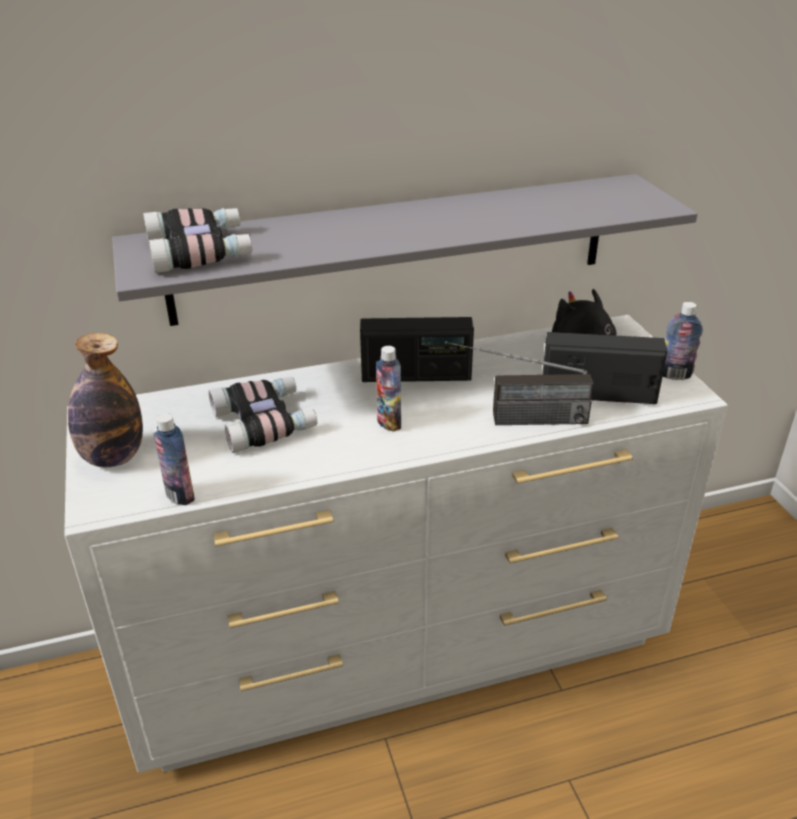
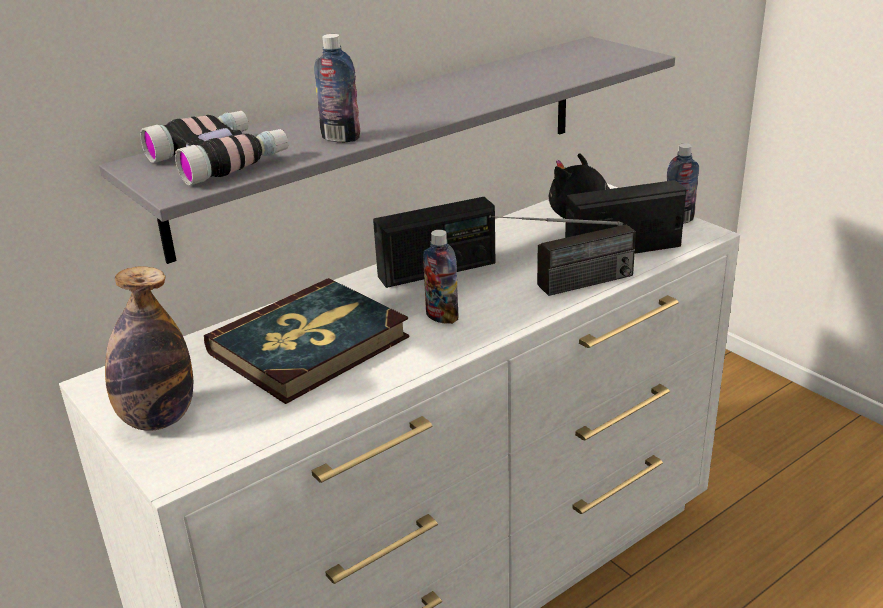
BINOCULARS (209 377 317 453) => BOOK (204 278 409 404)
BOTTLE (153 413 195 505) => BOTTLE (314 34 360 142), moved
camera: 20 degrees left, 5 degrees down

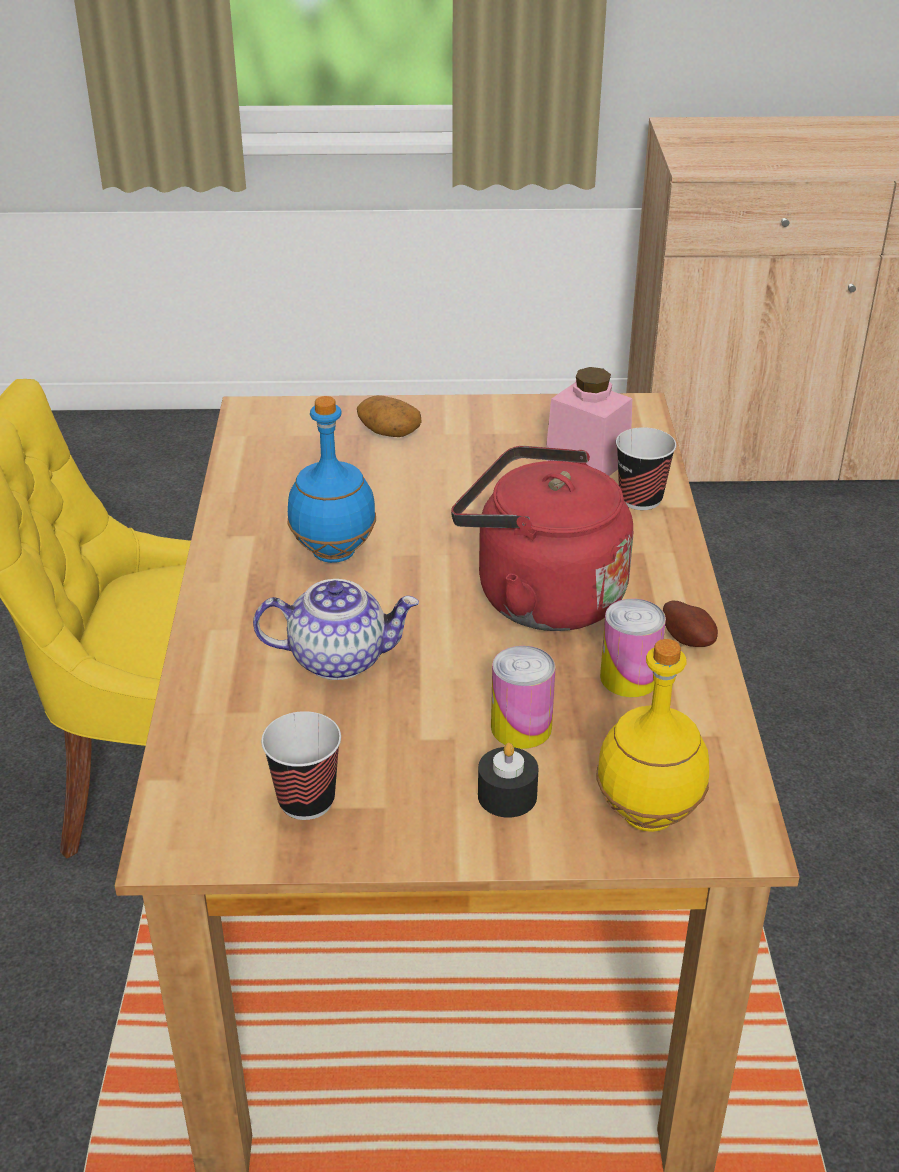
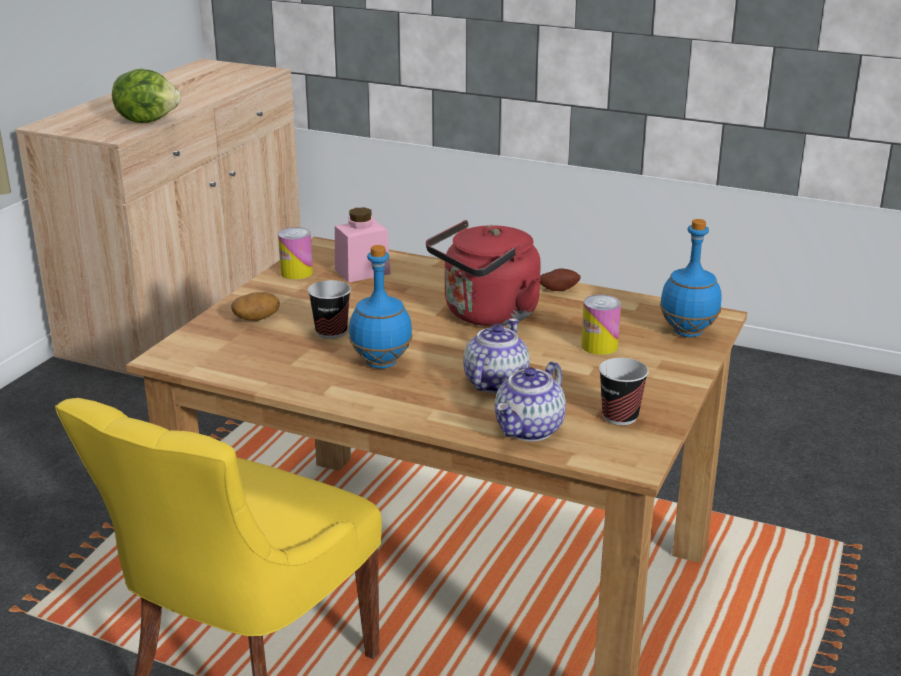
nothing => LETTUCE (112 68 181 123)
CAN (600 599 666 697) => CAN (278 227 313 280), moved
CUP (616 427 676 510) => CUP (308 280 351 339), moved
nothing => TEAPOT (495 361 566 441)
YELLOW BOTTLE (596 639 709 832) => BLUE BOTTLE (660 219 722 337)
BLACK CANDLE (478 743 538 818) => nothing
camera: 65 degrees left, 10 degrees down

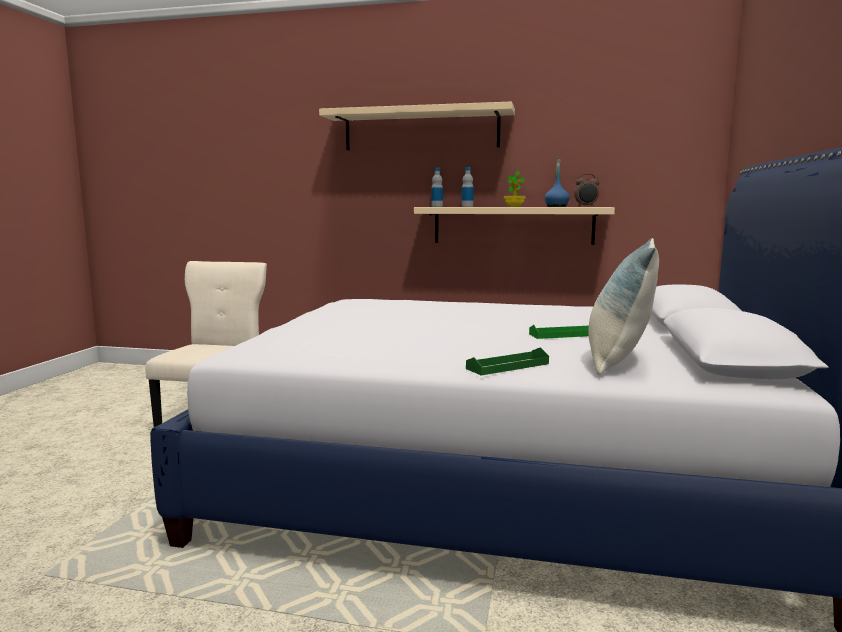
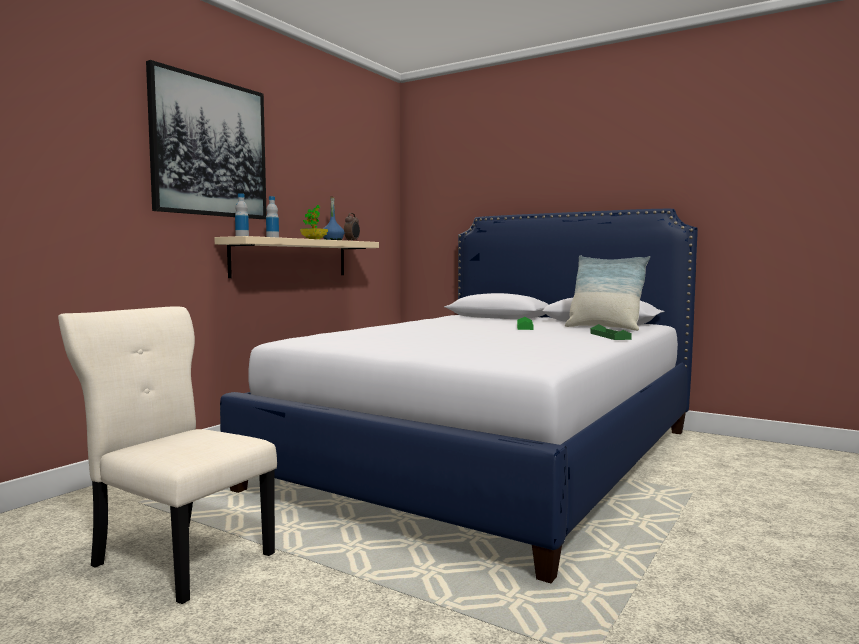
BEIGE SHELF (319 101 515 150) => PICTURE (146 60 267 219)
camera: 70 degrees left, 5 degrees down

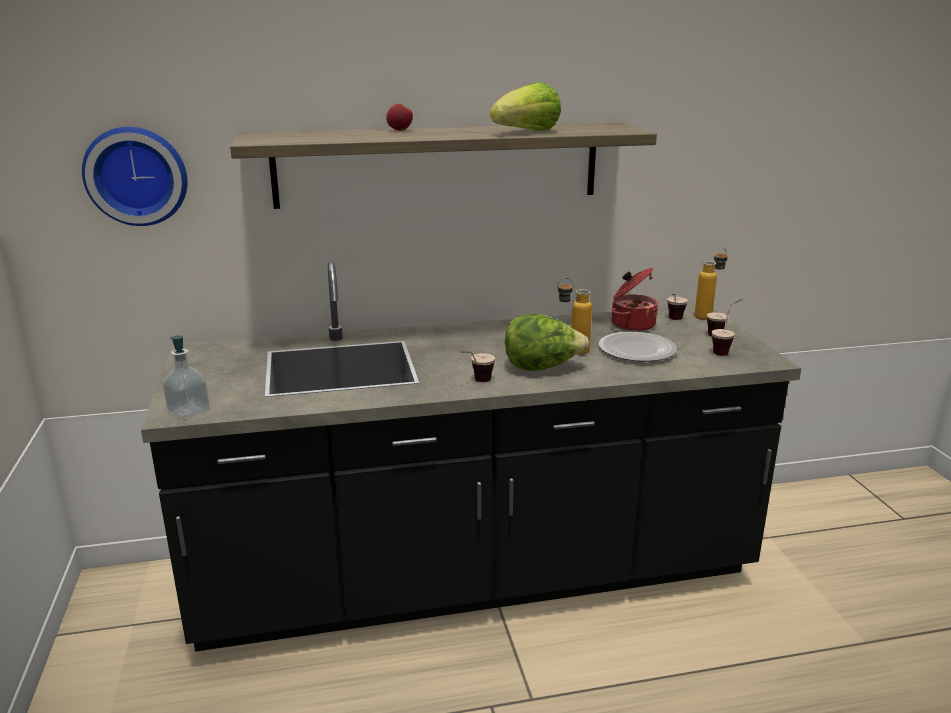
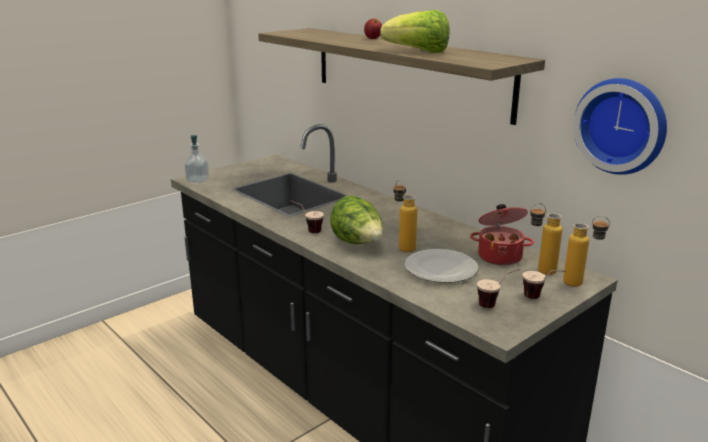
CUP (667 294 688 320) => BOTTLE (530 203 562 275)
WALL CLOCK (82 127 187 226) => WALL CLOCK (573 78 667 175), moved
camera: 60 degrees right, 0 degrees up

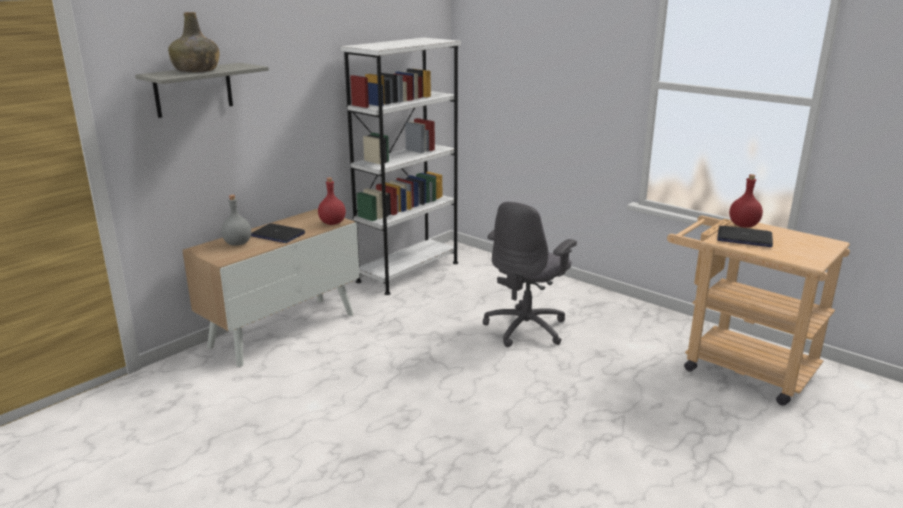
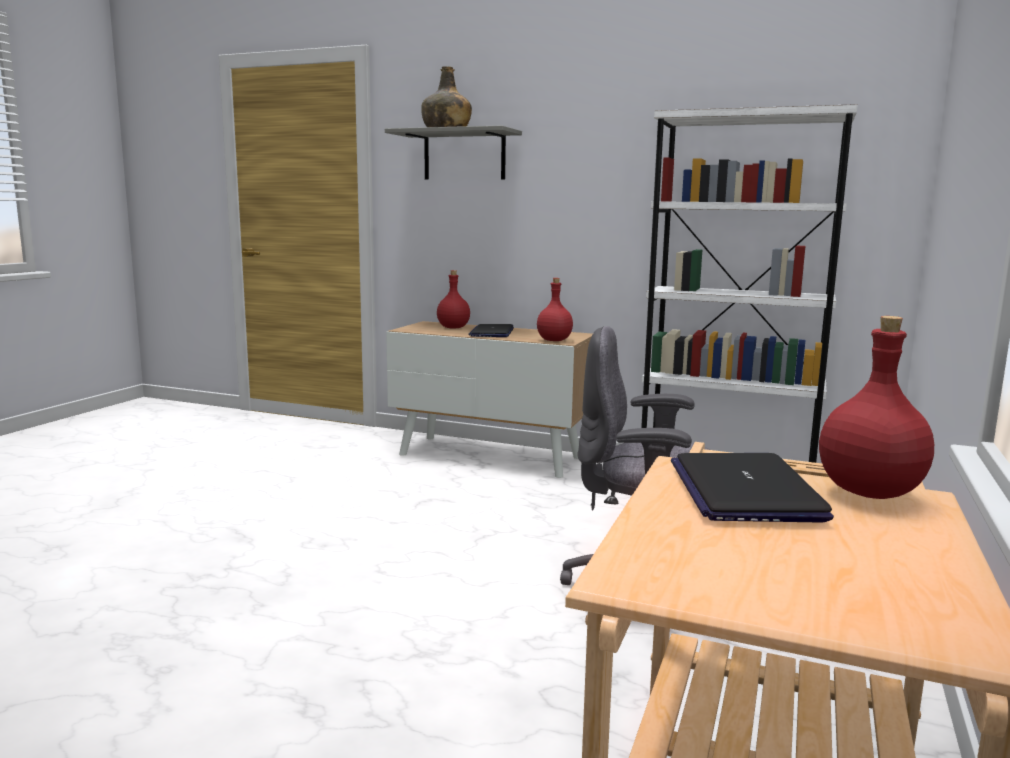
GREY BOTTLE (221 195 251 246) => RED BOTTLE (437 270 470 329)
camera: 70 degrees right, 10 degrees down

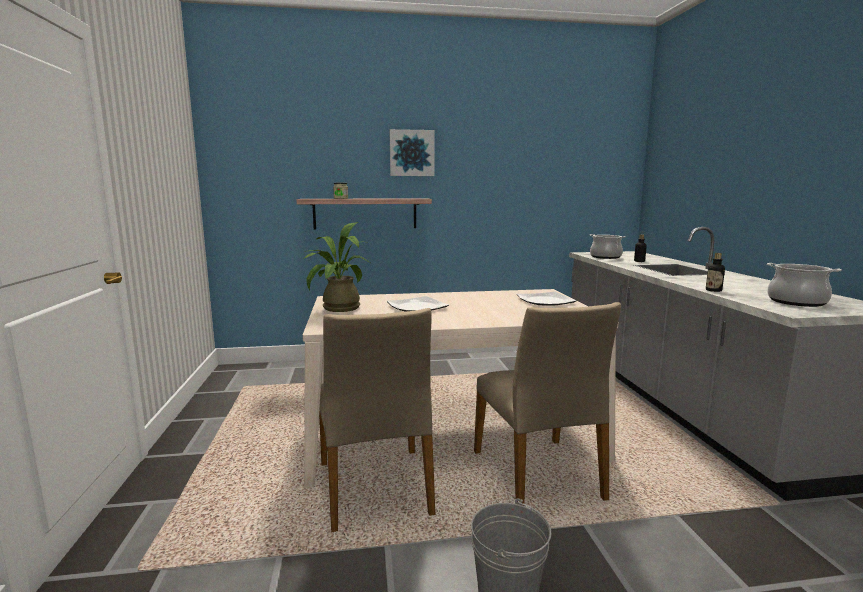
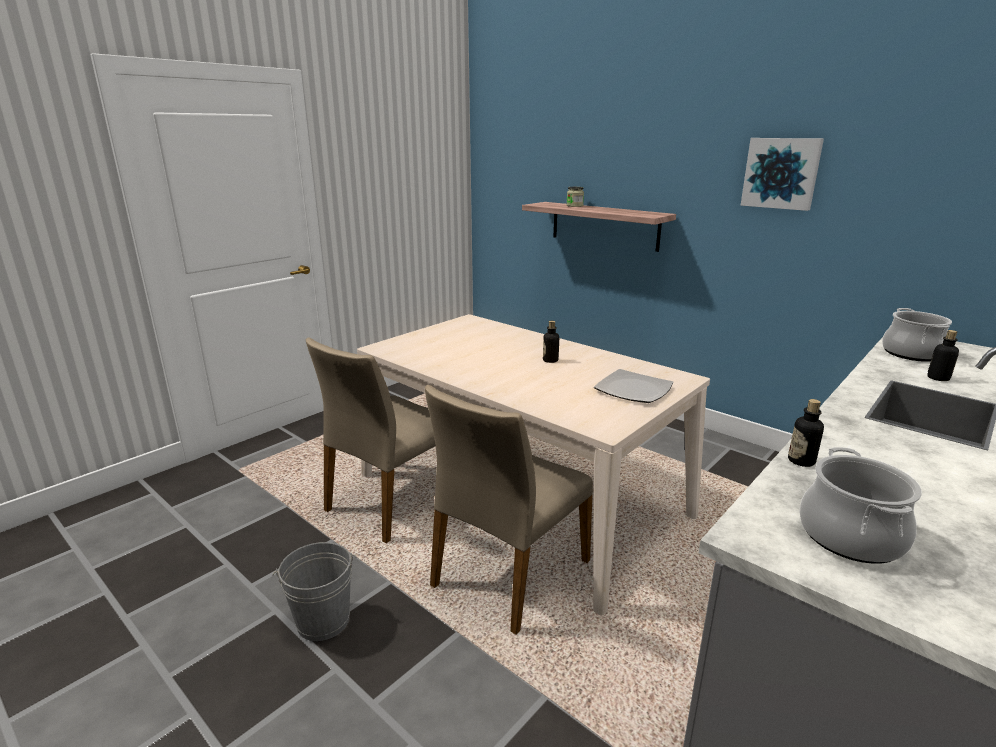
nothing => BOTTLE (543 321 559 363)
PICTURE (390 129 435 176) => PICTURE (740 138 824 211), moved
POTTED PLANT (303 222 370 312) => nothing
PLATE (387 296 449 312) => nothing
camera: 50 degrees right, 10 degrees up

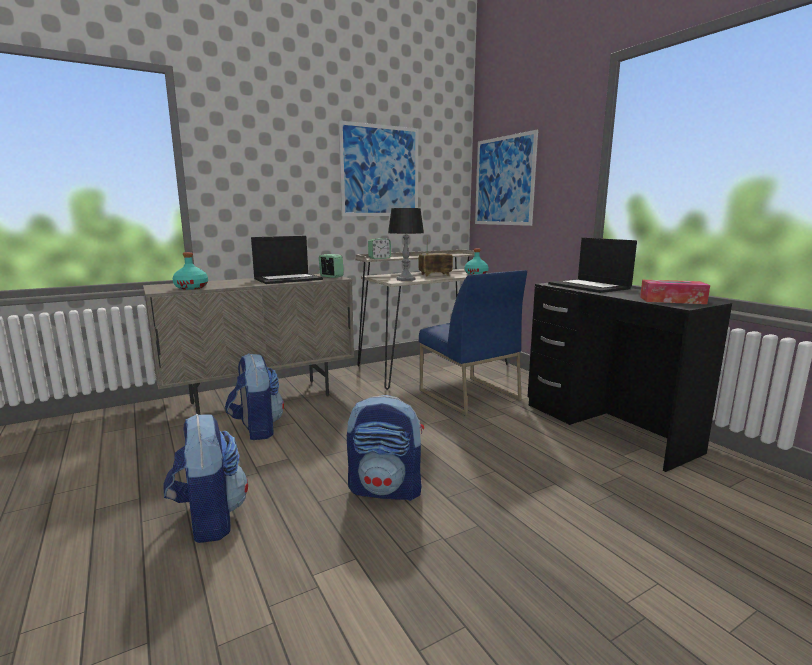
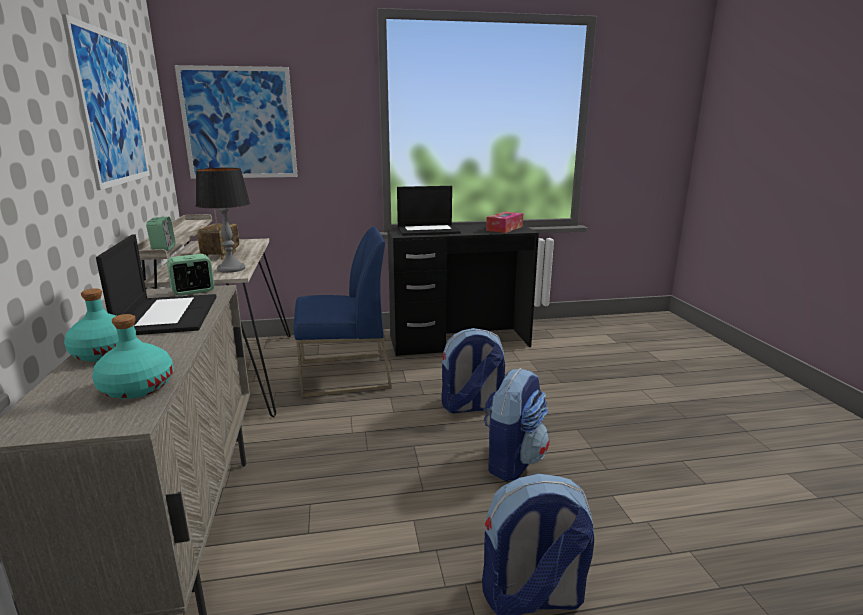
TURQUOISE BOTTLE (465 249 489 275) => TURQUOISE BOTTLE (64 288 137 362), moved
BACKPACK (225 353 284 440) => BACKPACK (441 328 505 414), moved
camera: 70 degrees left, 5 degrees up

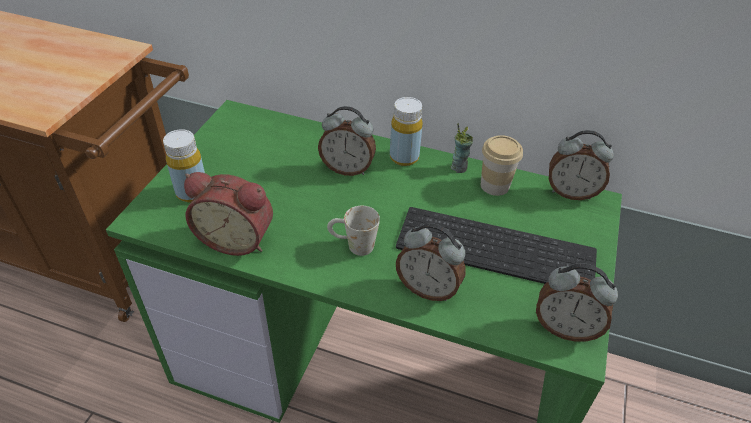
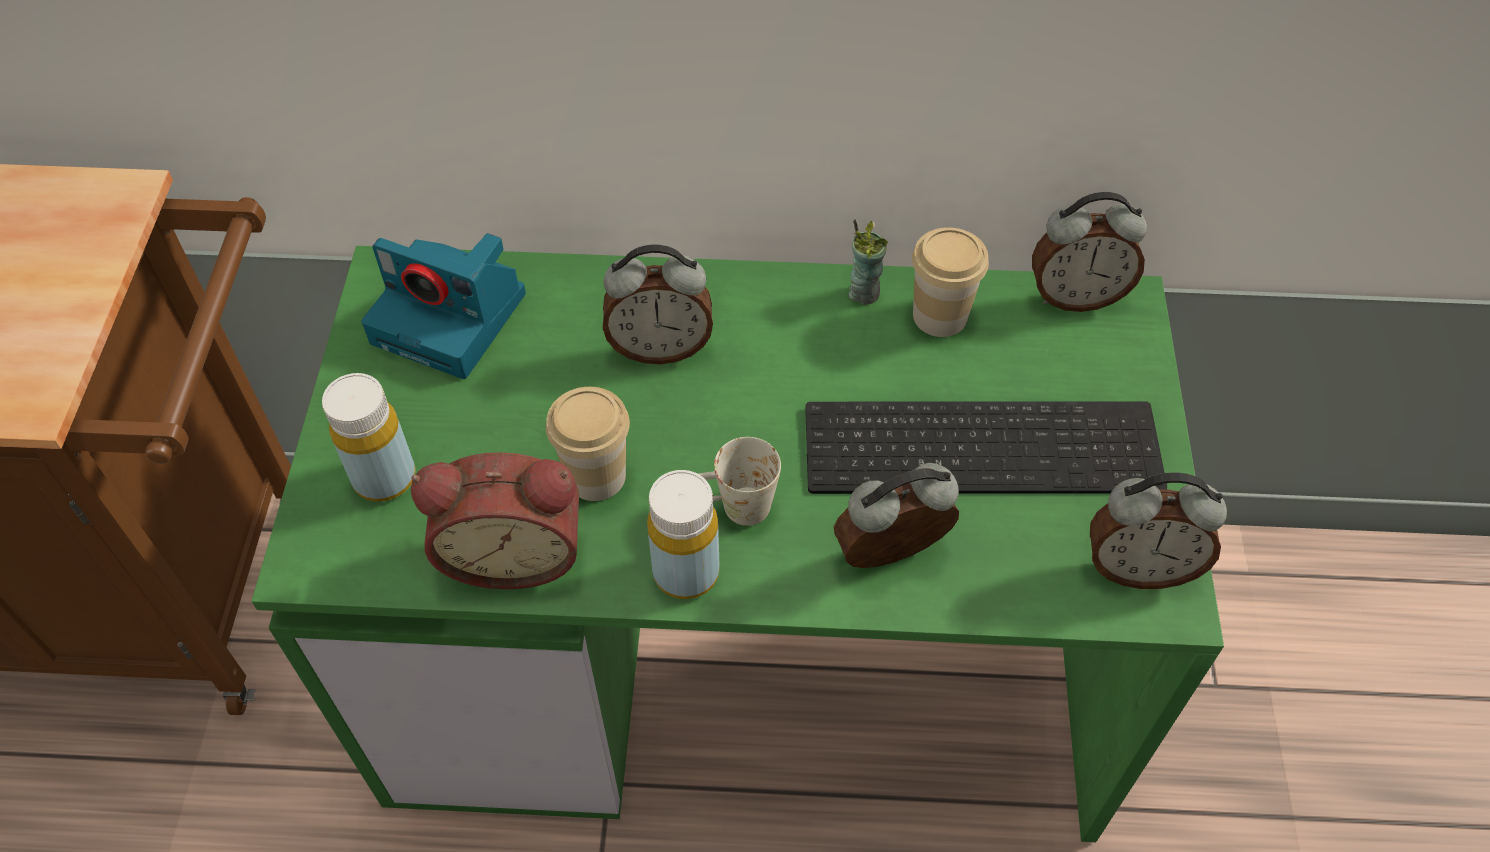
nothing => PHOTO CAMERA (361 233 526 379)
nothing => CUP (546 387 630 501)
YELLOW BOTTLE (390 97 423 166) => YELLOW BOTTLE (647 470 720 599), moved
ALARM CLOCK (396 223 466 301) => ALARM CLOCK (834 463 959 568), 150 degrees clockwise
camera: 15 degrees left, 10 degrees up

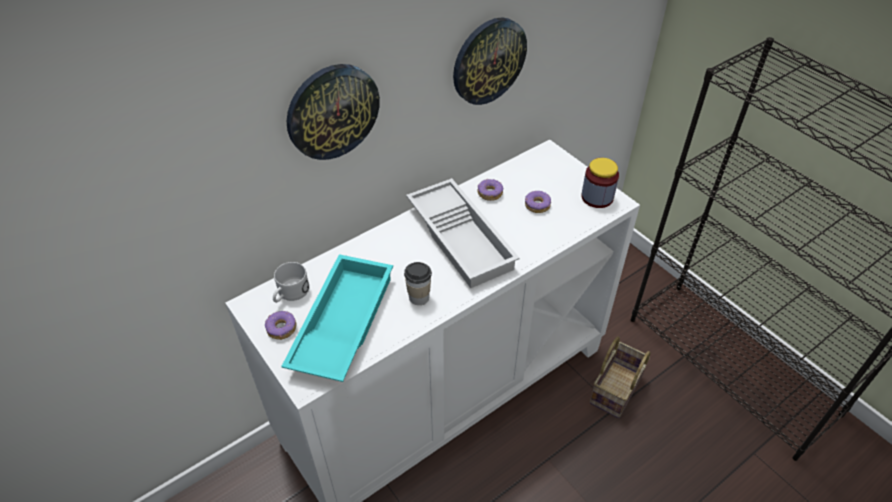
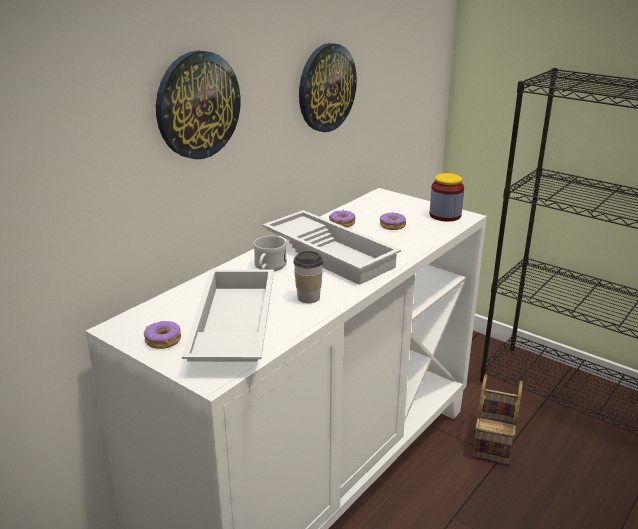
TURQUOISE TRAY (281 254 393 382) => WHITE TRAY (182 269 274 362)
WHITE MUG (273 262 309 303) => WHITE MUG (254 236 287 271), moved
camera: 15 degrees left, 20 degrees down

